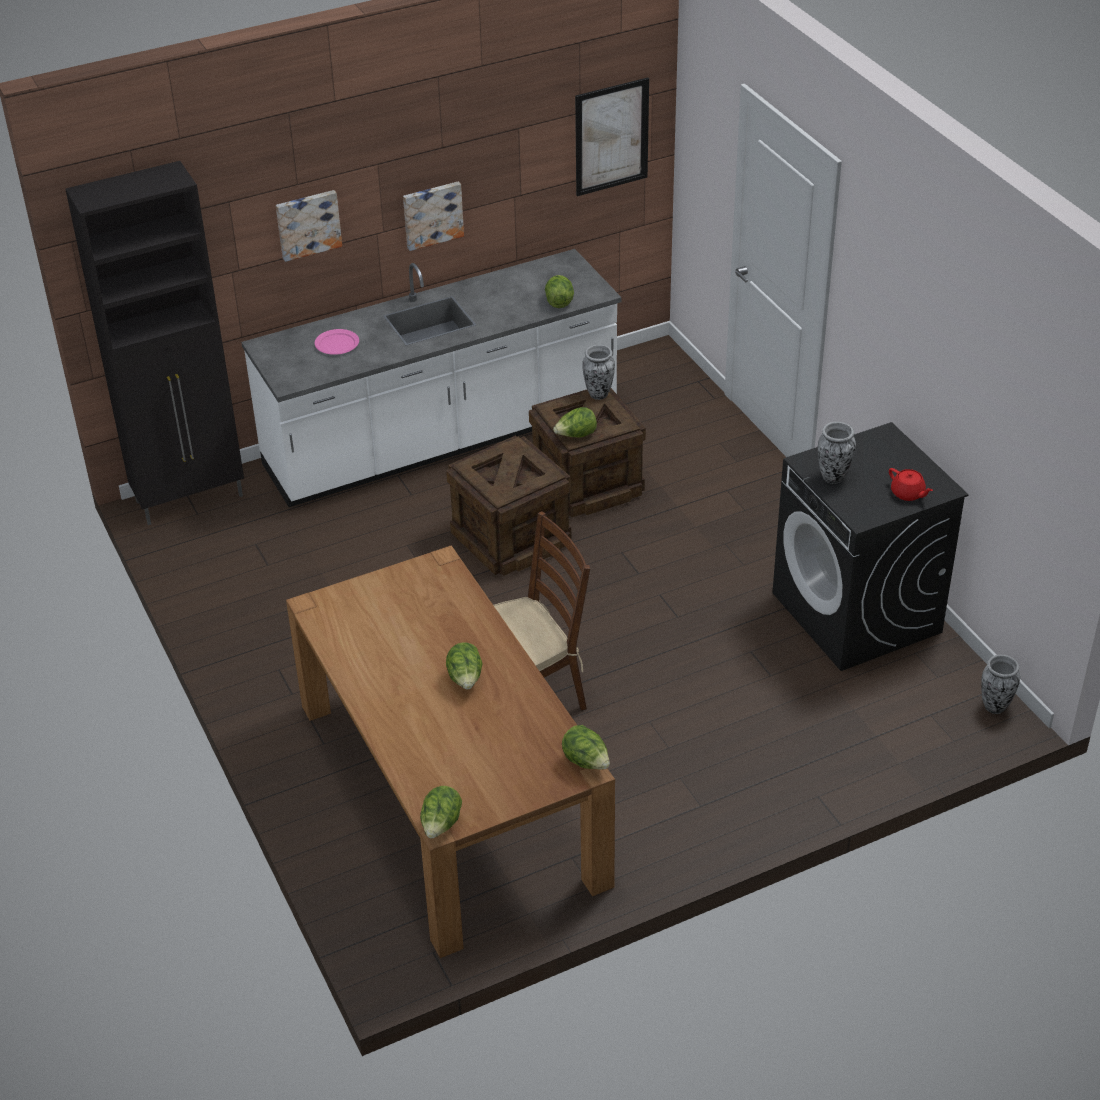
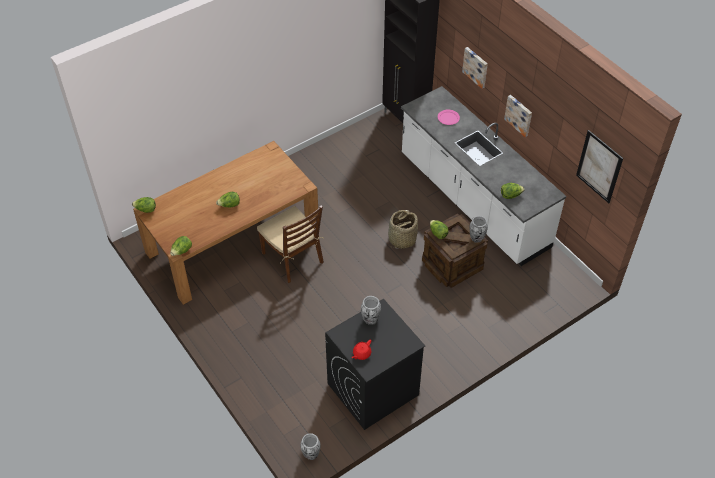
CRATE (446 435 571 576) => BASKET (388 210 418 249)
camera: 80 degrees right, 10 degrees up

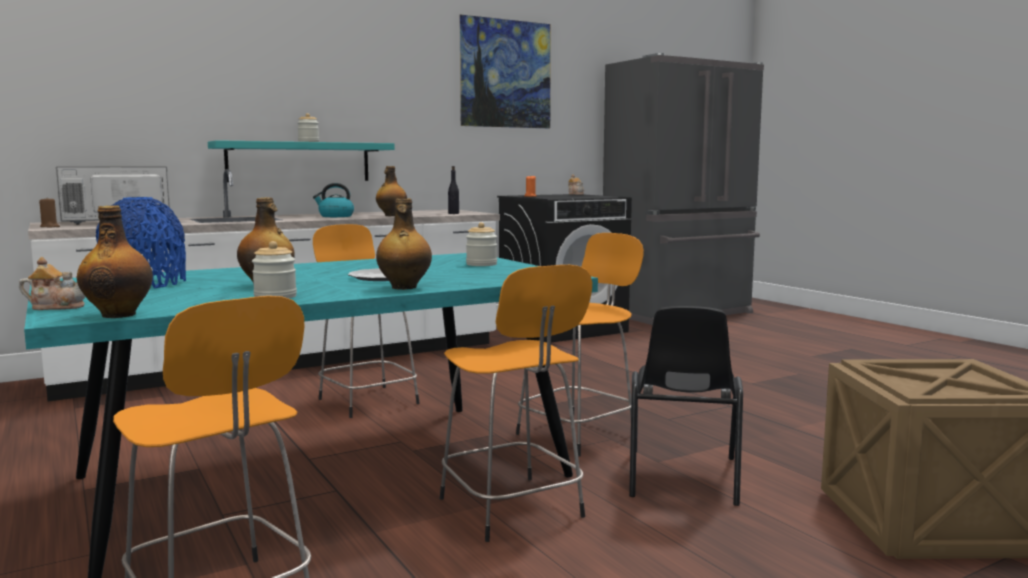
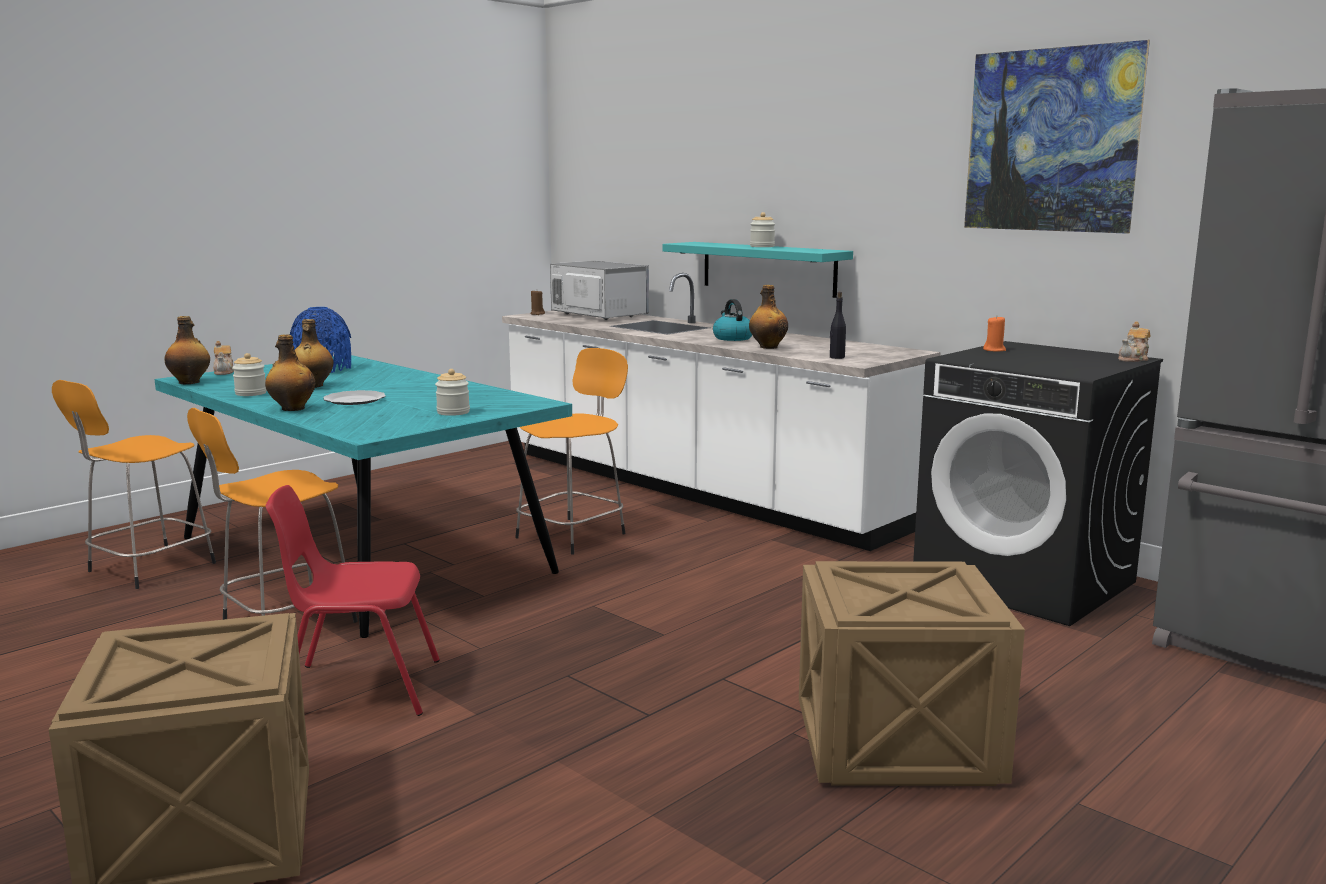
BLACK CHAIR (629 306 743 506) => RED CHAIR (266 485 440 716)
nothing => CRATE (799 561 1025 786)
ORANGE STOOL (516 233 644 457) => nothing
camera: 75 degrees right, 5 degrees up

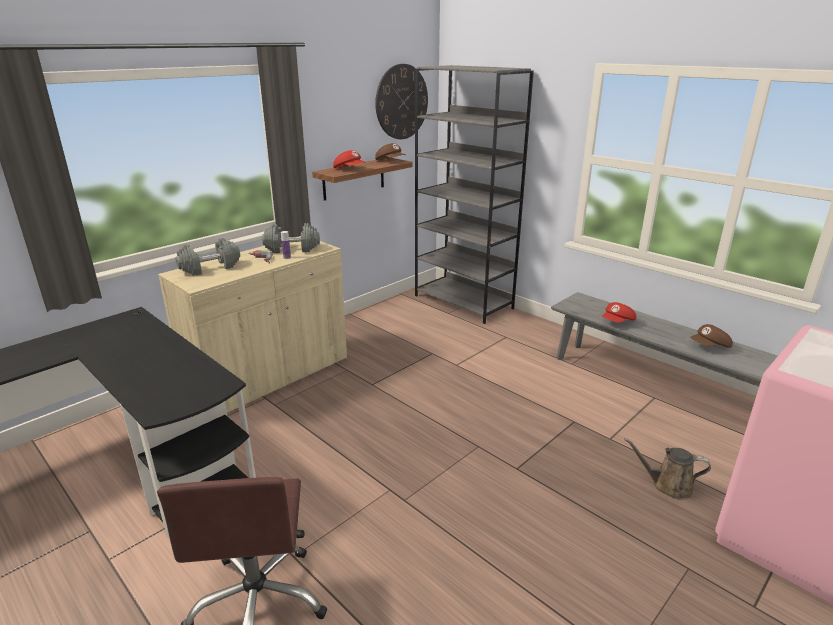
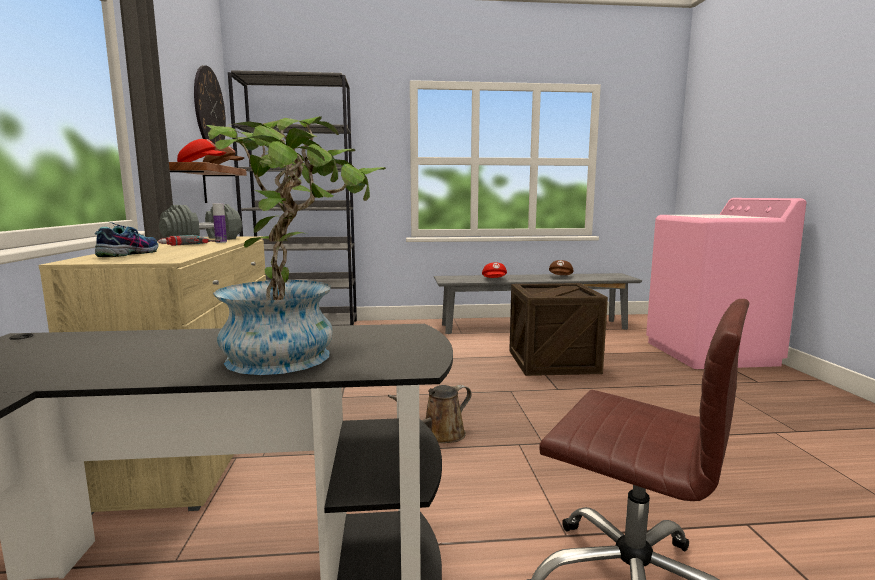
GREY DUMBBELL (175 238 240 276) => SHOE (95 222 159 257)
nothing => POTTED PLANT (207 116 386 375)
BROWN WATERING CAN (624 438 711 500) => BROWN WATERING CAN (388 385 471 443), moved
nothing => CRATE (509 283 608 376)
camera: 50 degrees left, 15 degrees down

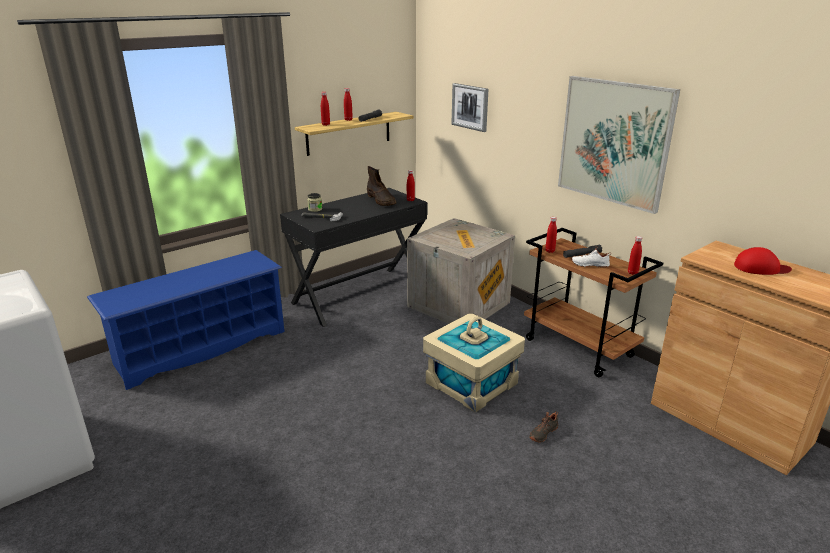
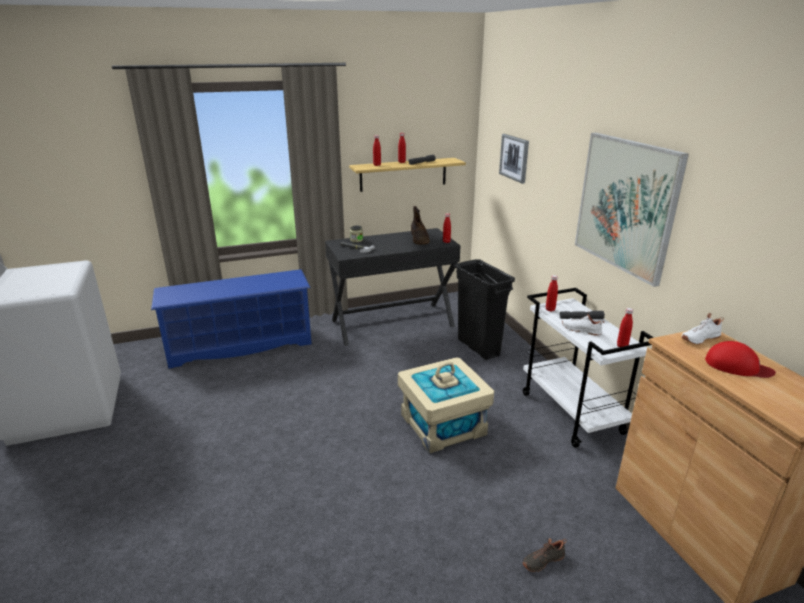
CRATE (407 218 515 324) => BLACK TRASH CAN (455 259 515 360)
BROWN CART (524 228 663 377) => WHITE CART (523 288 654 448)
BLACK SHOE (530 411 558 443) => BLACK SHOE (523 538 566 572), moved
nothing => WHITE SHOE (681 313 724 344)
camera: 20 degrees right, 0 degrees up

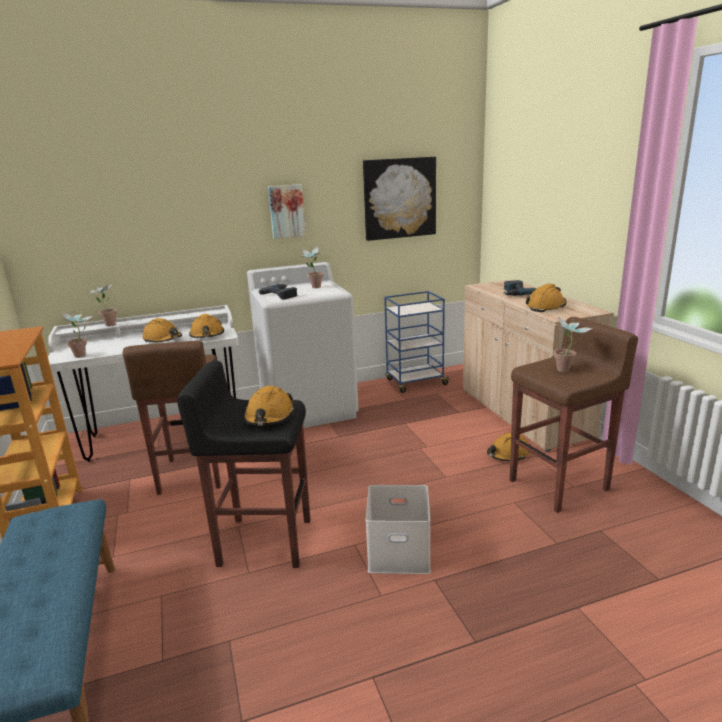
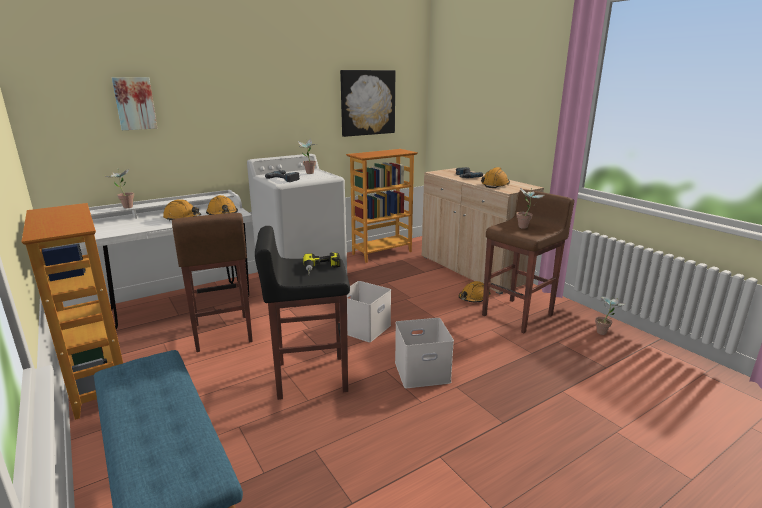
PICTURE (268 184 306 239) => PICTURE (112 77 157 130), moved
ORANGE HARD HAT (244 386 295 425) => POWER DRILL (303 252 341 276)
BLUE CART (384 291 451 393) => BOOKCASE (346 149 418 263)
nothing => WHITE STORAGE BOX (347 281 391 342)
POTTED PLANT (61 311 93 358) => POTTED PLANT (595 296 626 335), moved
camera: 15 degrees left, 0 degrees up

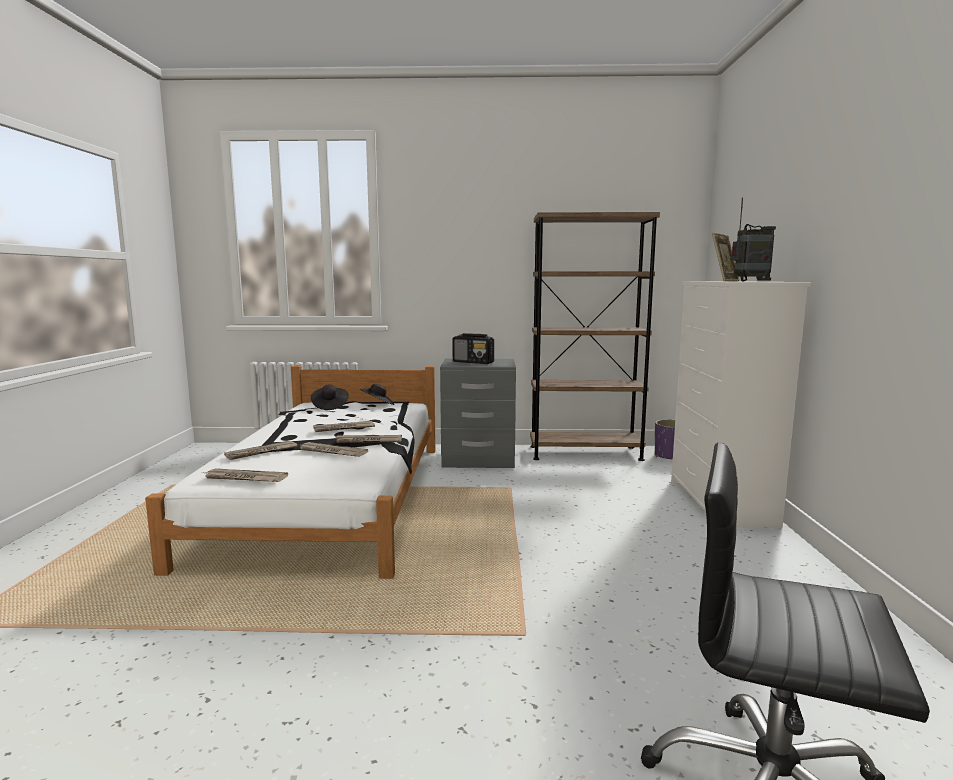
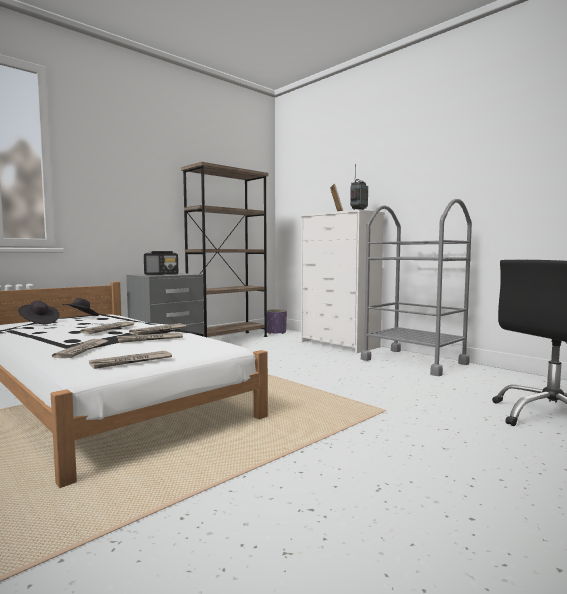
nothing => GREY CART (361 199 472 376)
camera: 45 degrees left, 5 degrees down

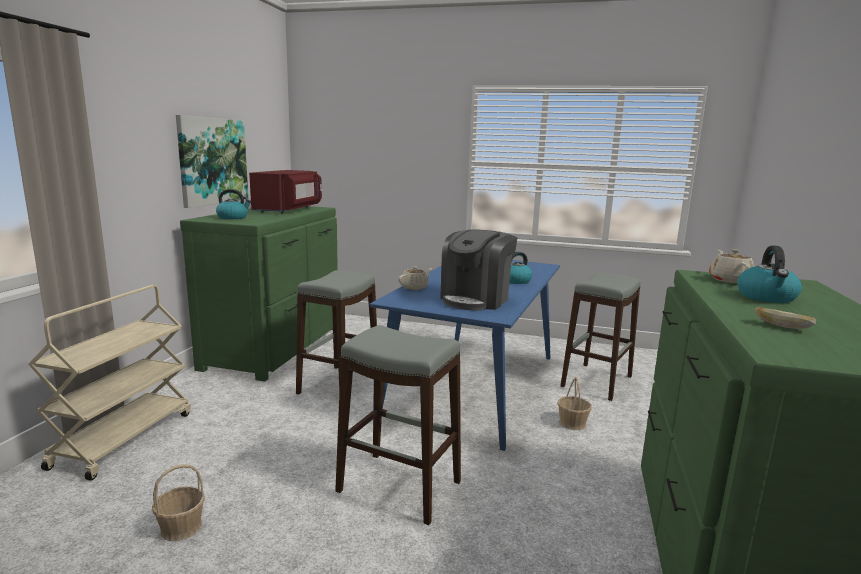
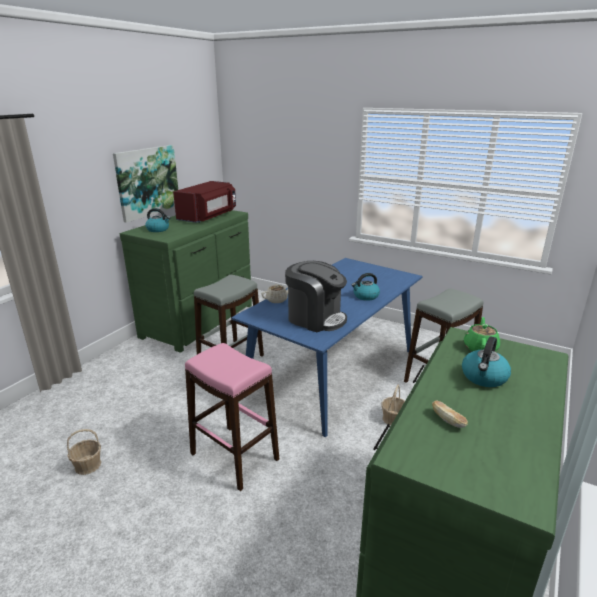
GREY STOOL (335 325 461 525) => PINK STOOL (185 343 279 491)
COFFEE MACHINE (440 229 517 311) => COFFEE MACHINE (285 261 347 332), 105 degrees counterclockwise
BEIGE TEAPOT (709 249 755 283) => GREEN TEAPOT (464 317 500 351)
BEIGE CART (28 285 191 481) => nothing
camera: 15 degrees right, 10 degrees up

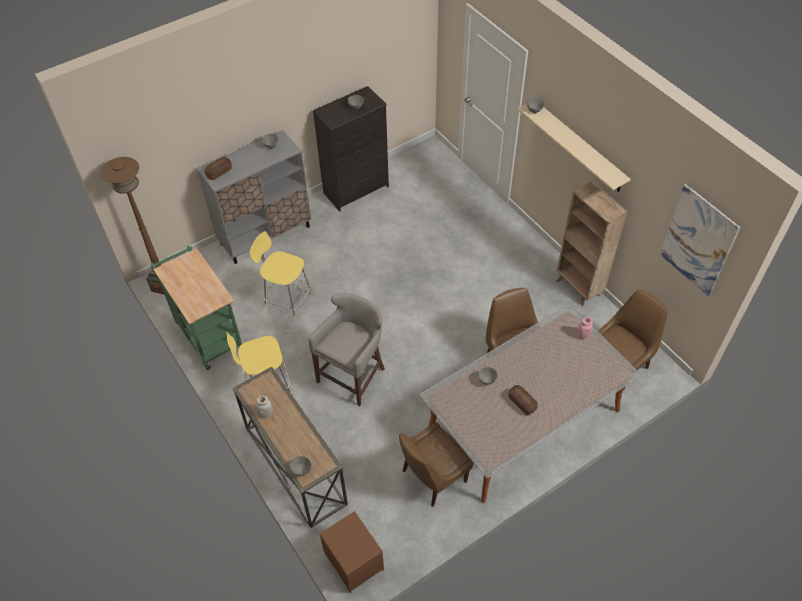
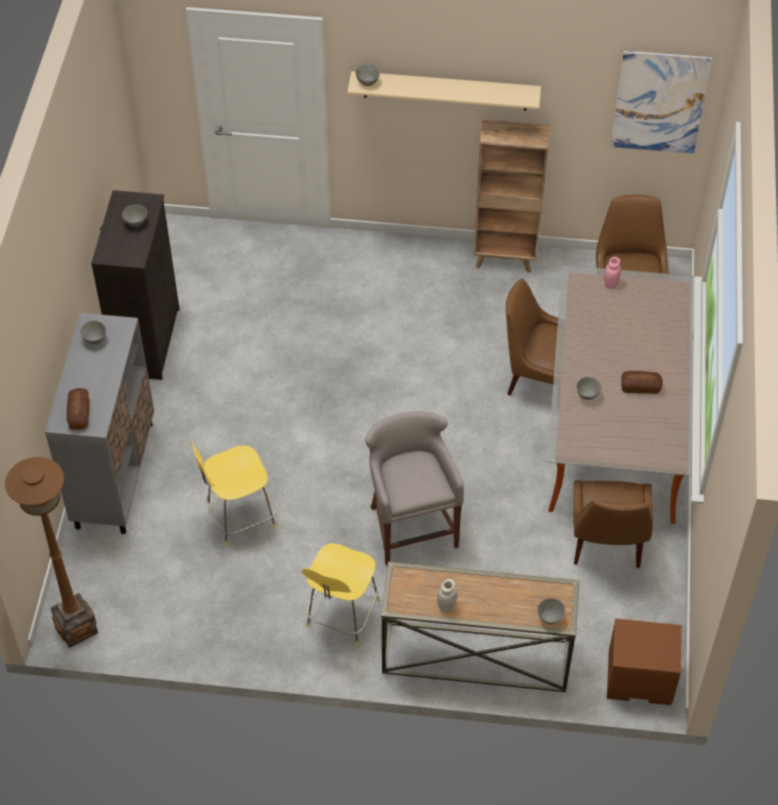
GREEN CART (150 246 242 370) => nothing
camera: 50 degrees left, 0 degrees up

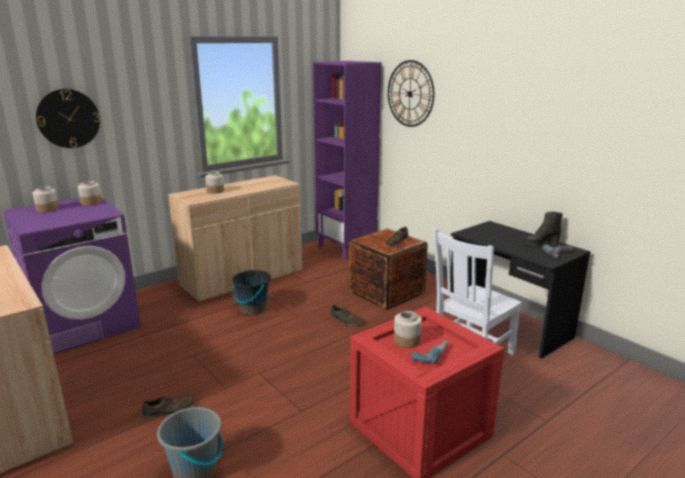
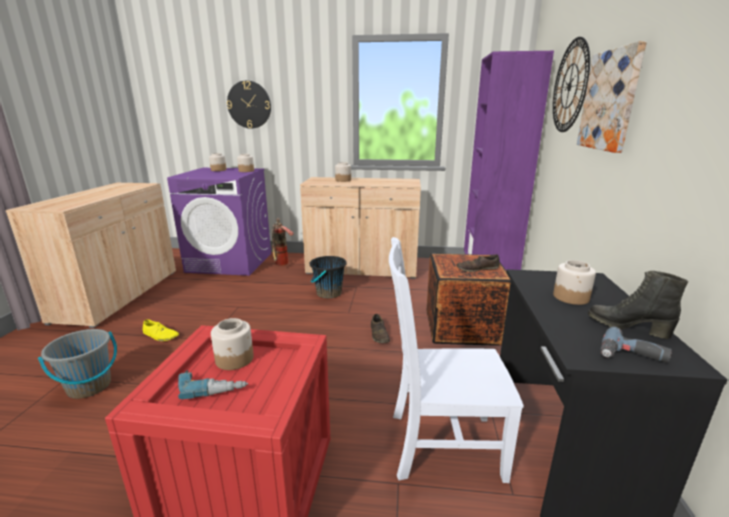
BROWN SHOE (142 396 194 418) => YELLOW SHOE (143 319 179 341)
nothing => FIRE EXTINGUISHER (272 217 294 266)
nothing => JAR (553 260 596 305)
nothing => PICTURE (577 41 647 153)
camera: 45 degrees right, 0 degrees up

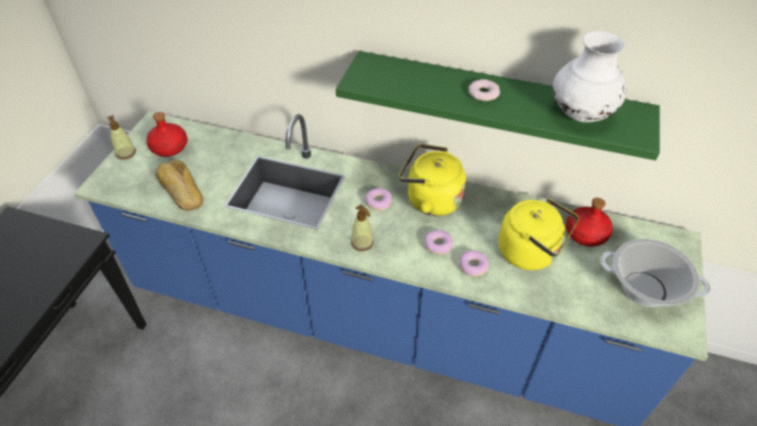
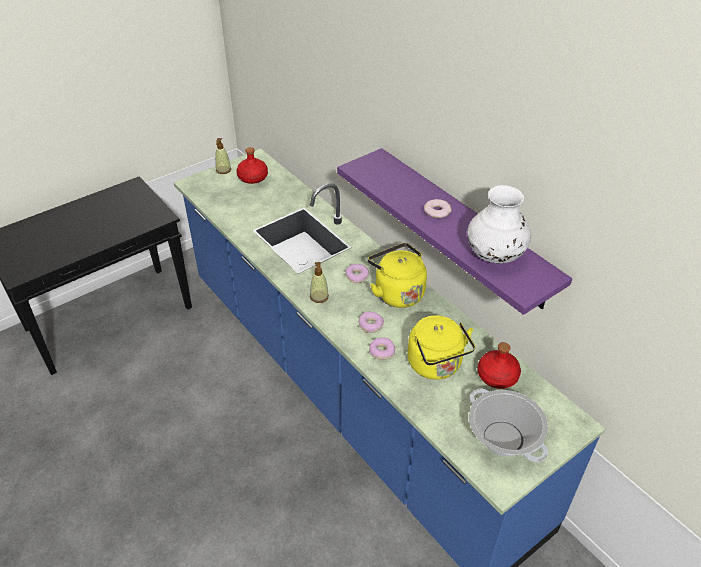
GREEN SHELF (336 51 660 161) => PURPLE SHELF (337 148 572 315)
BREAD (156 160 203 211) => nothing
camera: 35 degrees right, 5 degrees down

